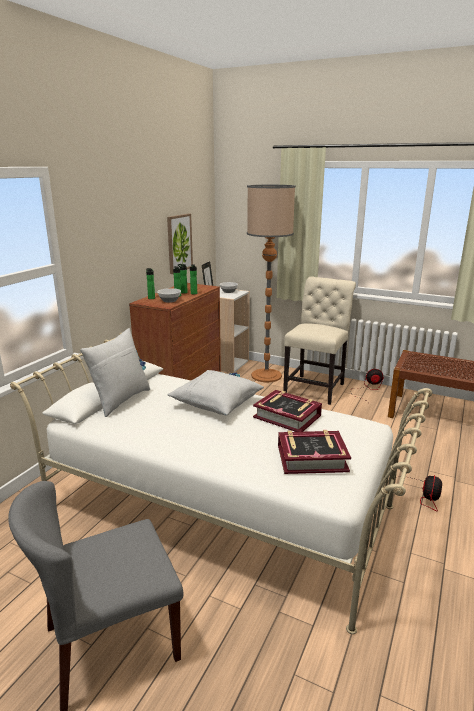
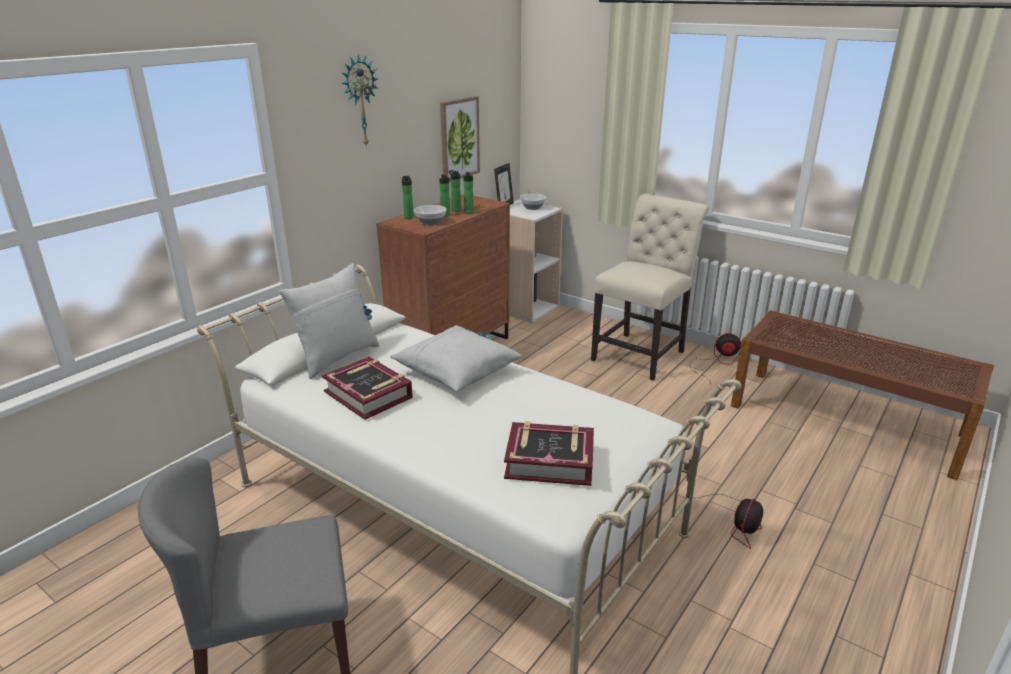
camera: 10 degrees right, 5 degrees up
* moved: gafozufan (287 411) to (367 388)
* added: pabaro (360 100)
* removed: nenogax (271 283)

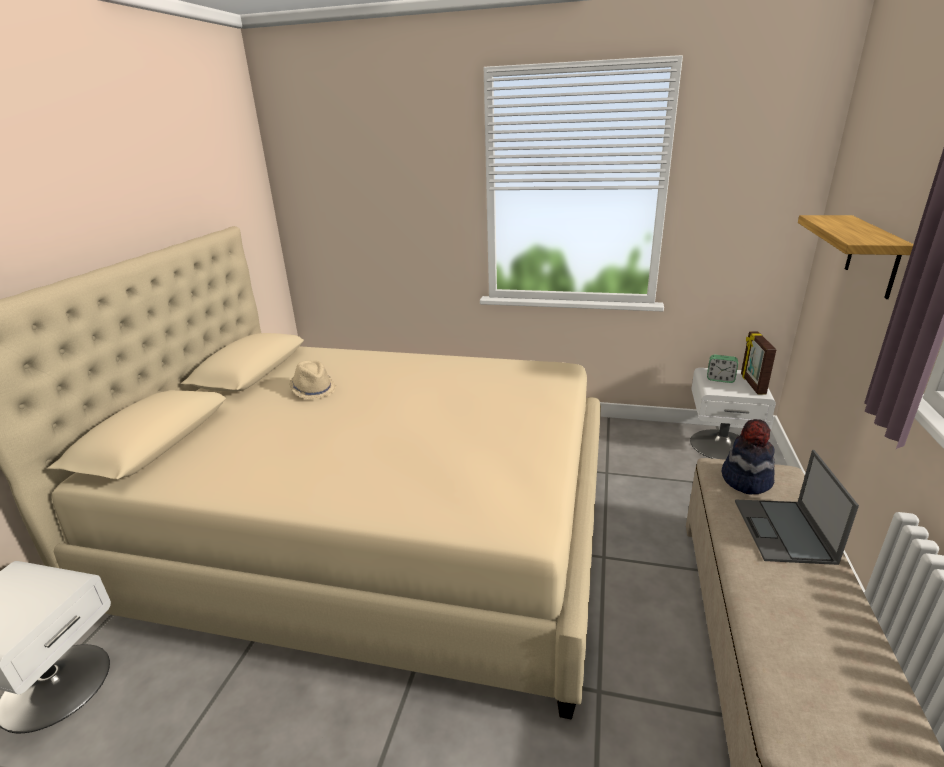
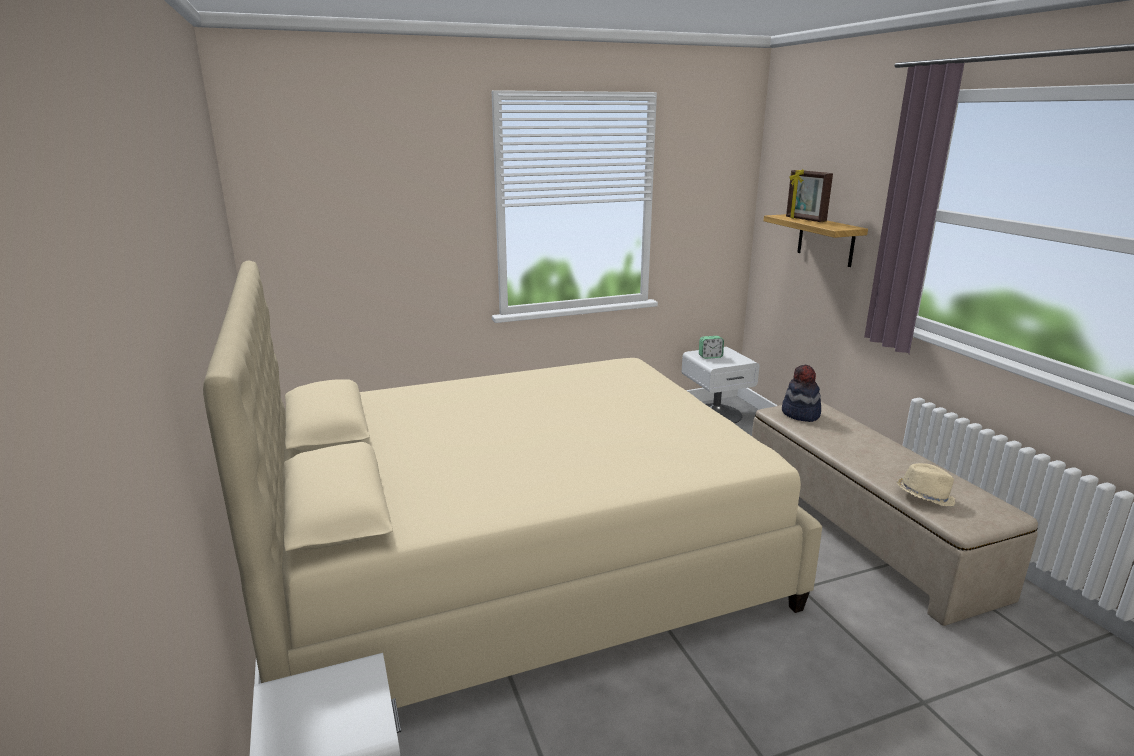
camera: 35 degrees left, 5 degrees down
* moved: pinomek (758 362) to (809 195)
* moved: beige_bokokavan (313 380) to (925 485)
* removed: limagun (797 507)

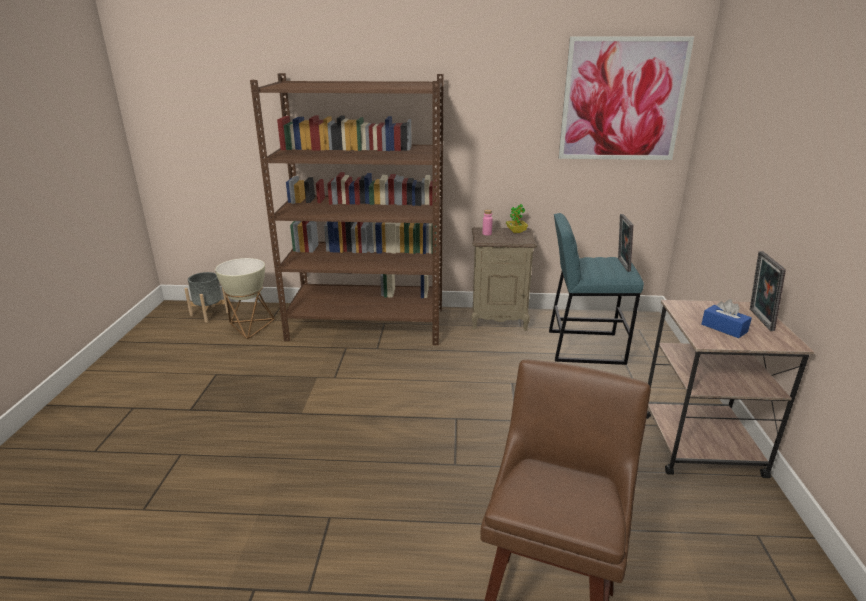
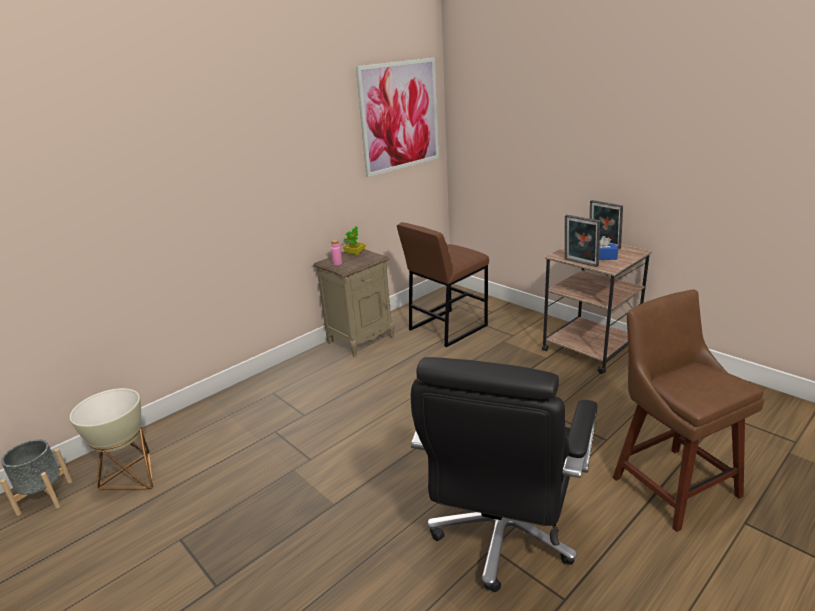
camera: 45 degrees left, 0 degrees up
* recoloured: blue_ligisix (596 289) to brown_ligisix (443 284)
* added: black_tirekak (504 474)
* moved: pinomek (625 243) to (582 241)
* removed: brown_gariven (347 209)

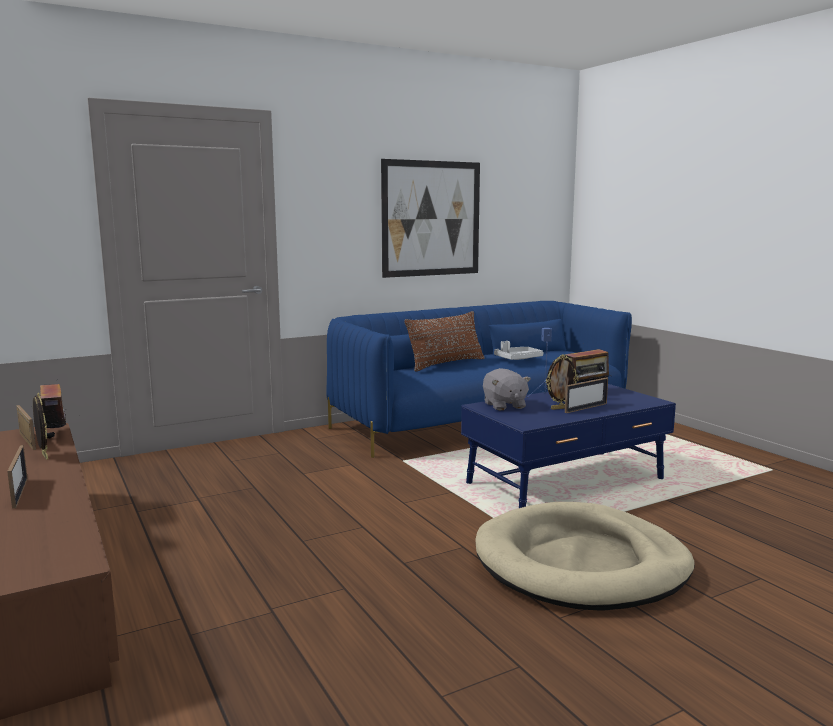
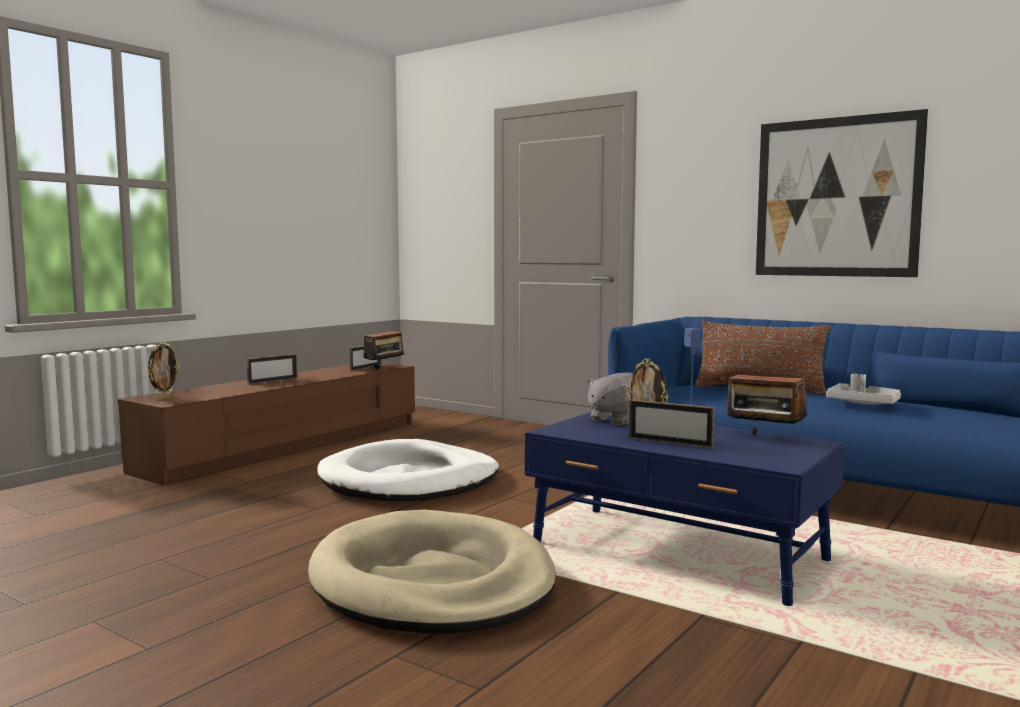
camera: 65 degrees right, 5 degrees down
* moved: pinomek (40 426) to (163 371)
* added: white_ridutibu (408 470)

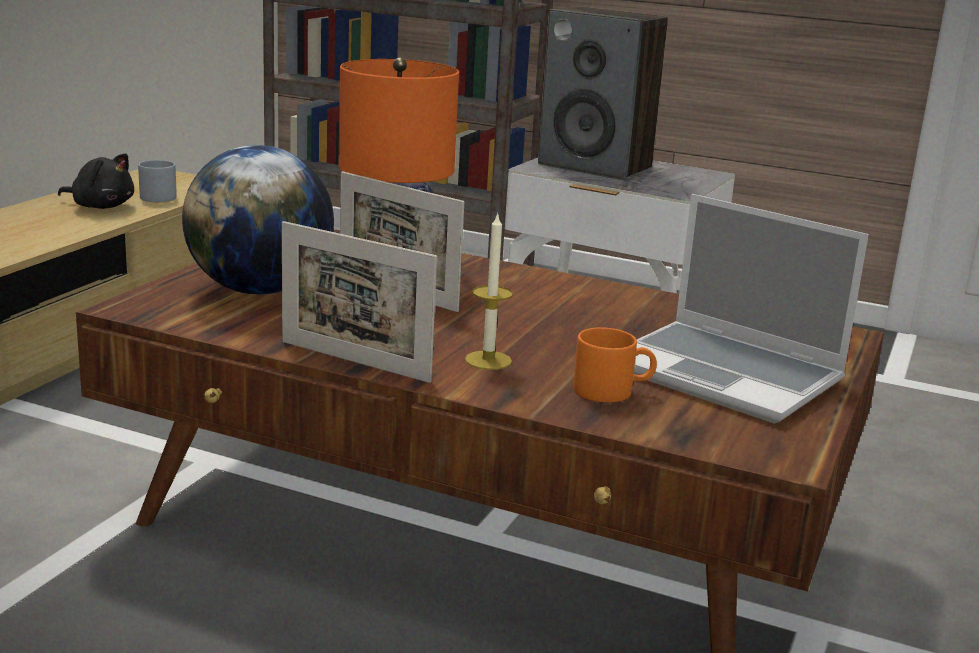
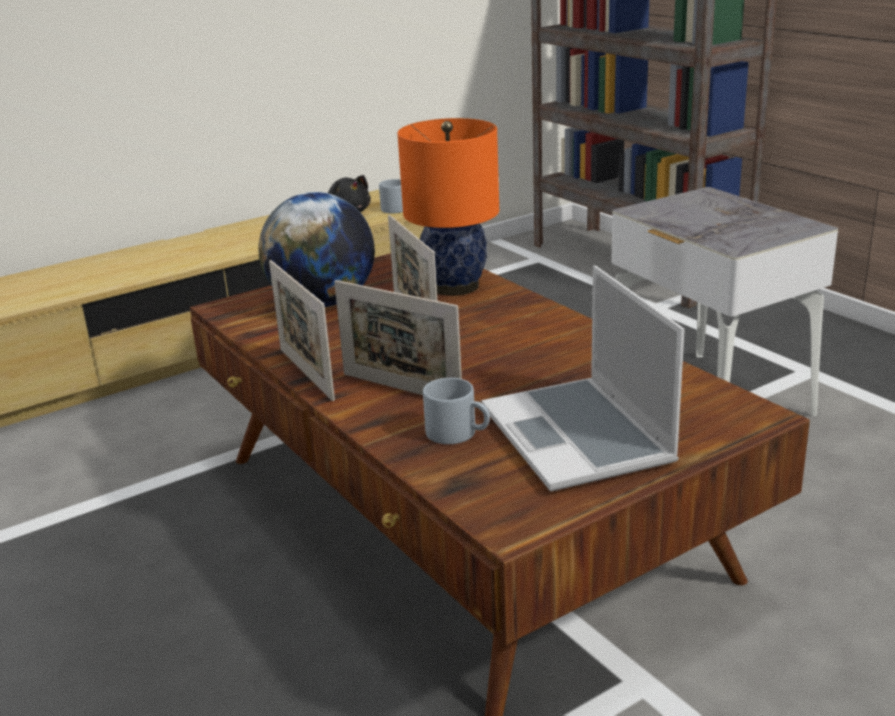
camera: 35 degrees right, 5 degrees up
* replaced: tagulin (489 291) to pinomek (398 337)
* recoloured: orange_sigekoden (615 365) to grey_sigekoden (456 411)
* removed: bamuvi (603 93)

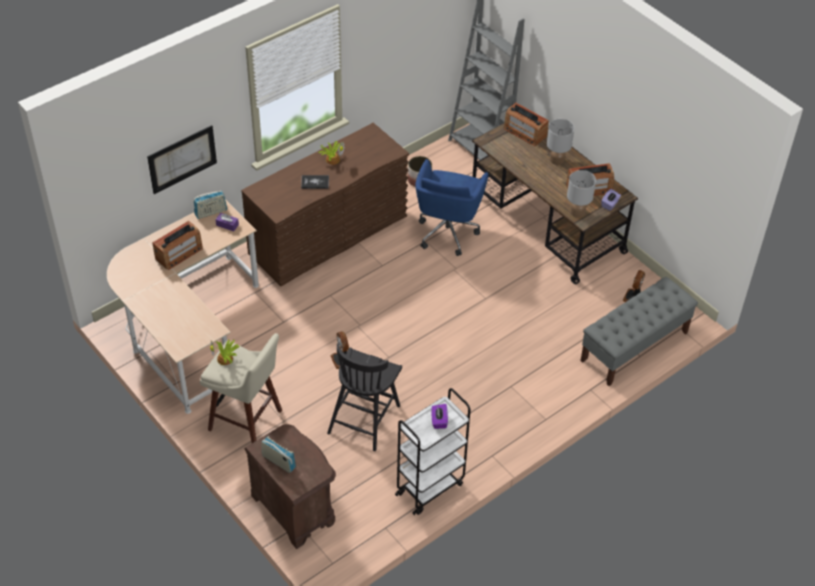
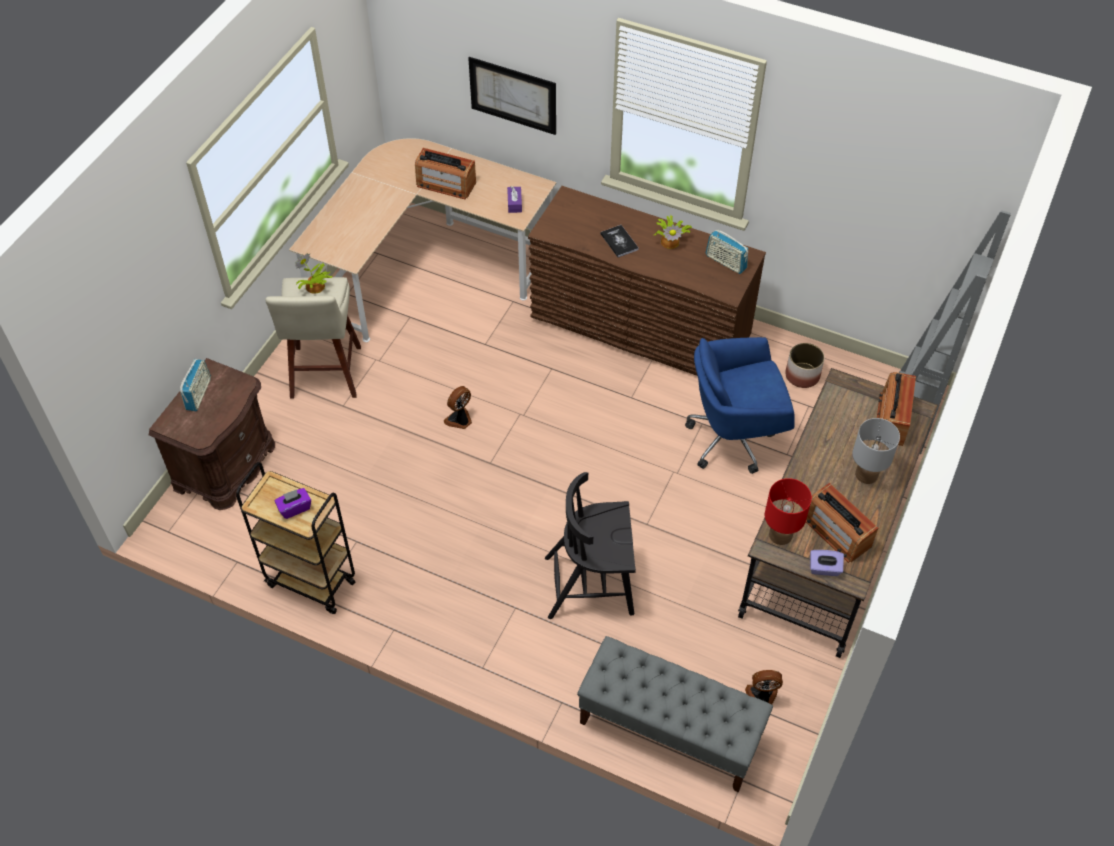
camera: 65 degrees right, 5 degrees up
* recoloured: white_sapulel (433 451) to brown_sapulel (295 538)
* moved: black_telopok (364 397) to (590 545)
* moved: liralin (210 205) to (727 252)
* recoloured: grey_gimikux (581 194) to red_gimikux (788 511)

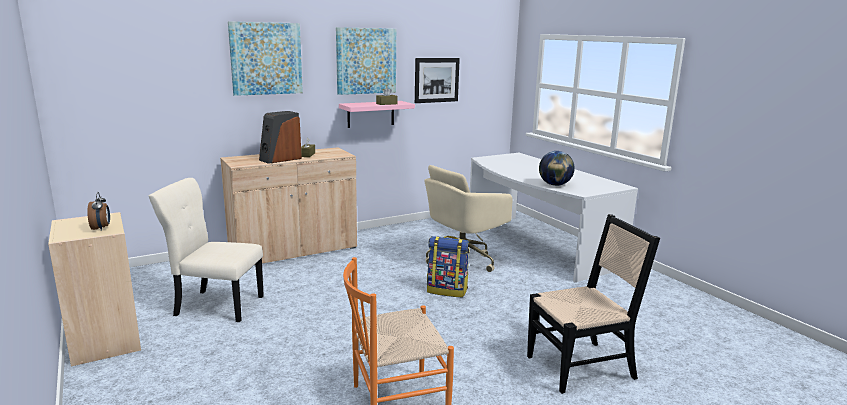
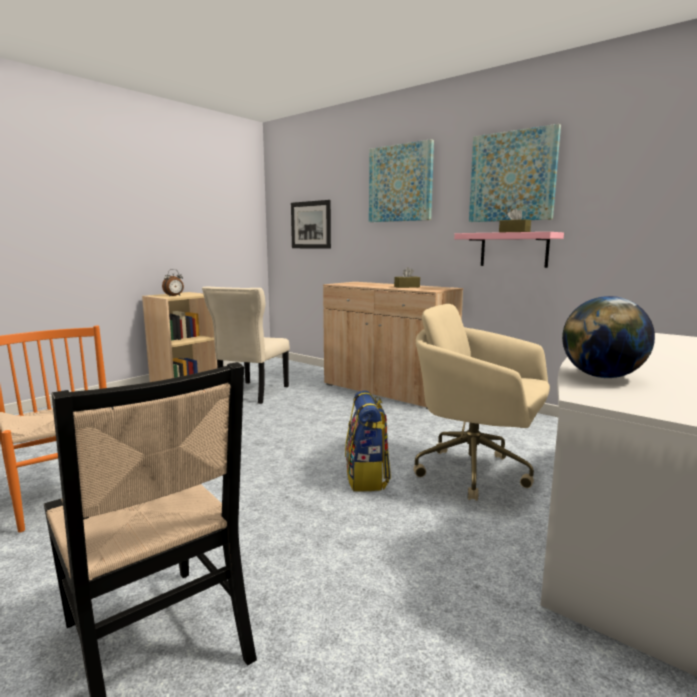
camera: 70 degrees right, 5 degrees down
* turned: beige_telopok (206 250) = (246 345) 150 degrees counterclockwise
* moved: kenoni (437 80) to (311 224)
* removed: bamuvi (280 137)

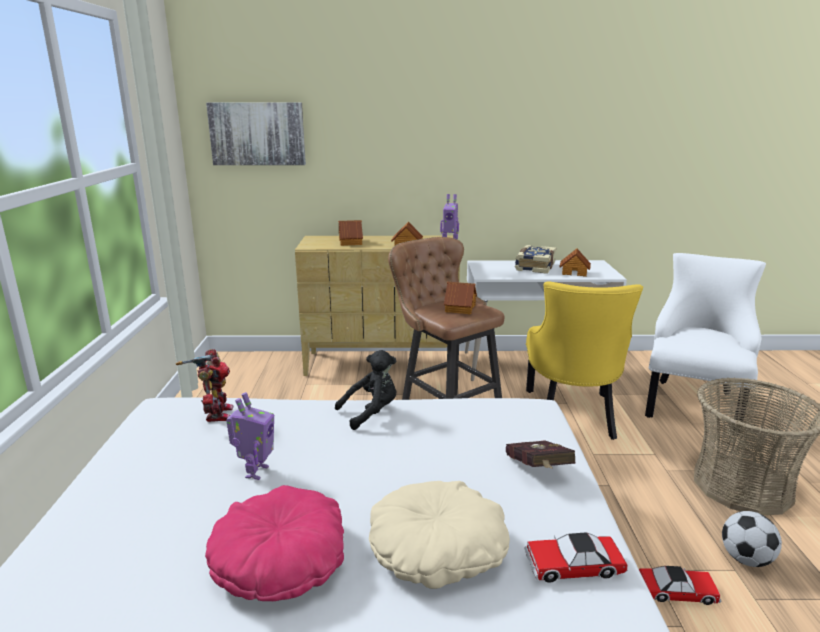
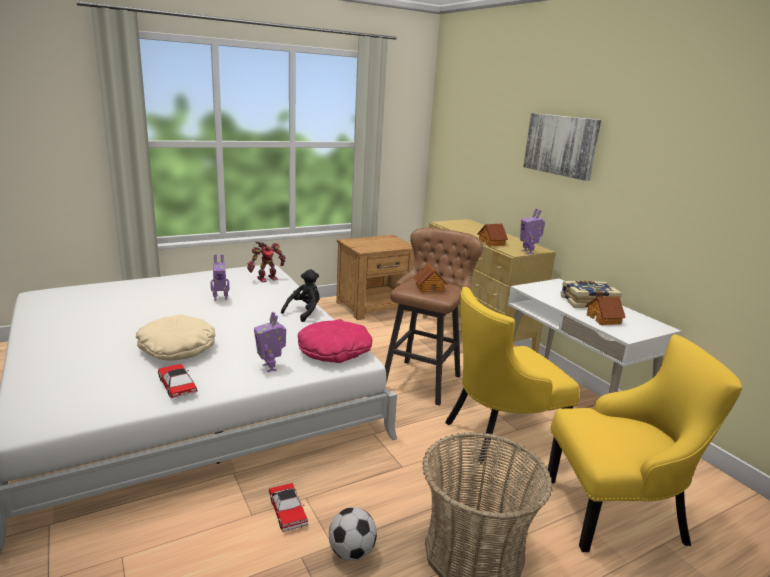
camera: 60 degrees right, 0 degrees up
* replaced: red_gafozufan (541 454) to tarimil (270 342)
* turned: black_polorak (366 390) = (300 295) 90 degrees counterclockwise
* moved: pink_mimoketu (274 543) to (335 341)
* added: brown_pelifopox (375 277)
* moved: kenoni (256 133) to (562 147)
* recoloured: white_telopok (705 344) to yellow_telopok (645 443)
* removed: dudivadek (350 233)

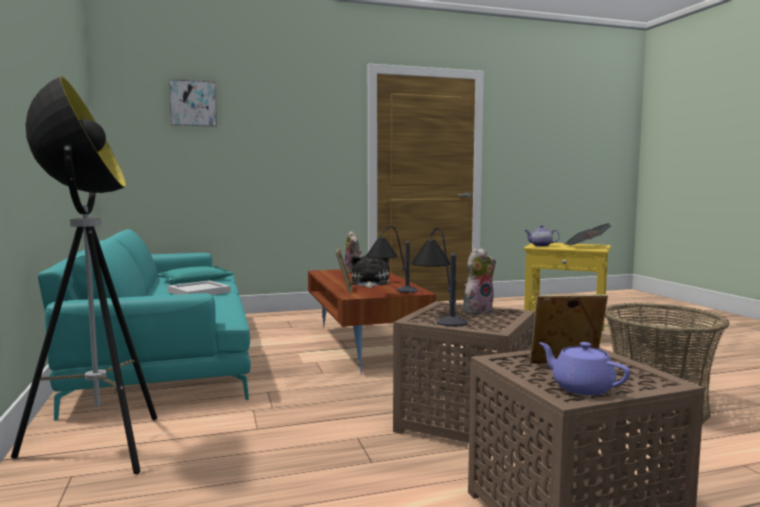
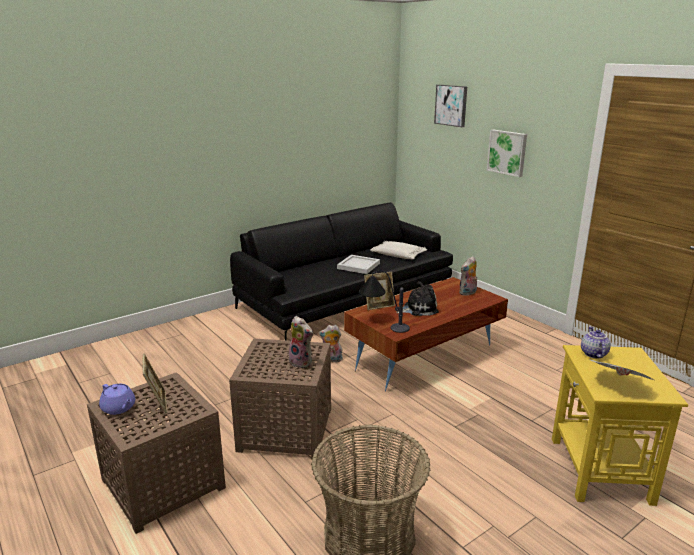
camera: 70 degrees right, 15 degrees up
* turned: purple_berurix (584 368) = (117 399) 105 degrees clockwise
* recoloured: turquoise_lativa (144 325) to black_lativa (341 271)
* added: polorak (331 343)
* recoloured: turquoise_mimoketu (195 274) to white_mimoketu (398 250)
* added: kenoni (507 153)
* removed: nenogax (84 275)
* removed: gimikux (439 277)

